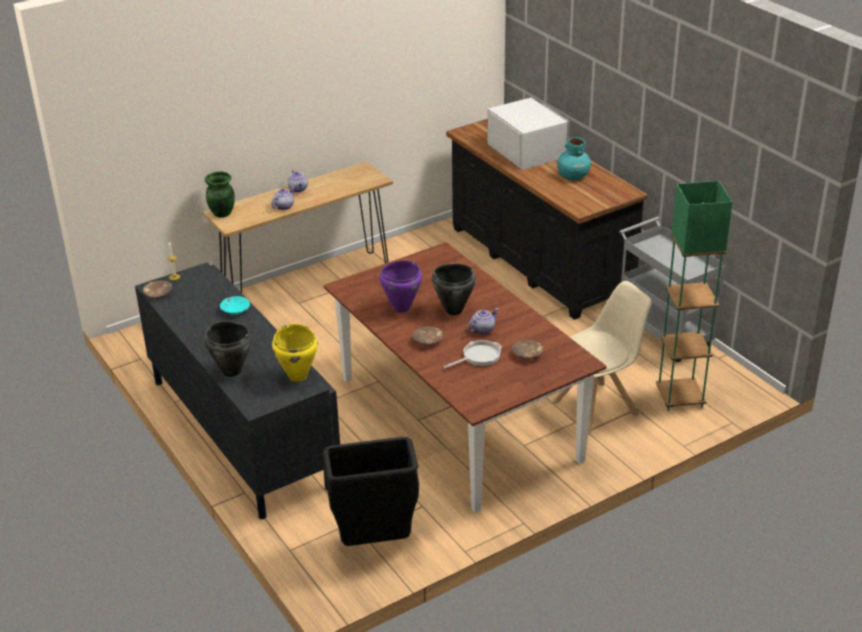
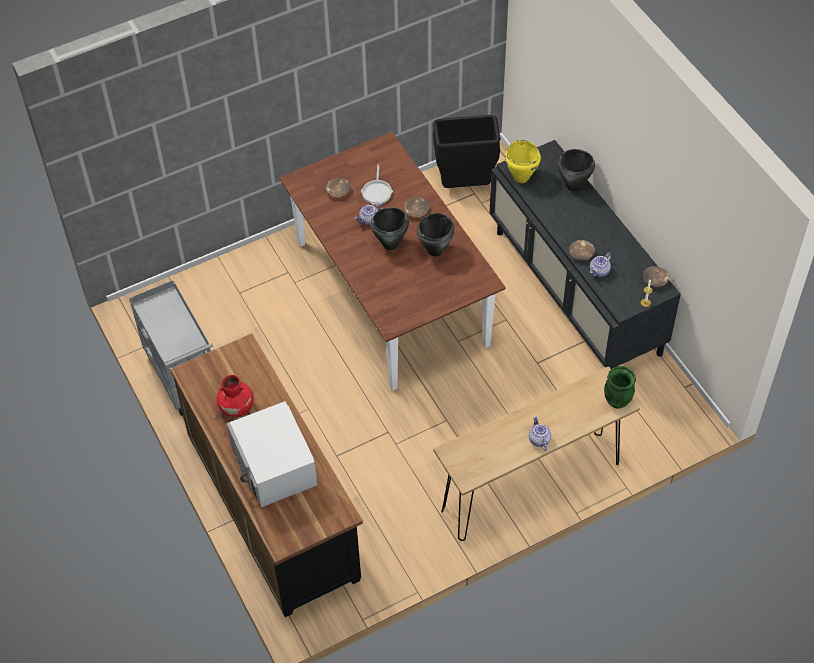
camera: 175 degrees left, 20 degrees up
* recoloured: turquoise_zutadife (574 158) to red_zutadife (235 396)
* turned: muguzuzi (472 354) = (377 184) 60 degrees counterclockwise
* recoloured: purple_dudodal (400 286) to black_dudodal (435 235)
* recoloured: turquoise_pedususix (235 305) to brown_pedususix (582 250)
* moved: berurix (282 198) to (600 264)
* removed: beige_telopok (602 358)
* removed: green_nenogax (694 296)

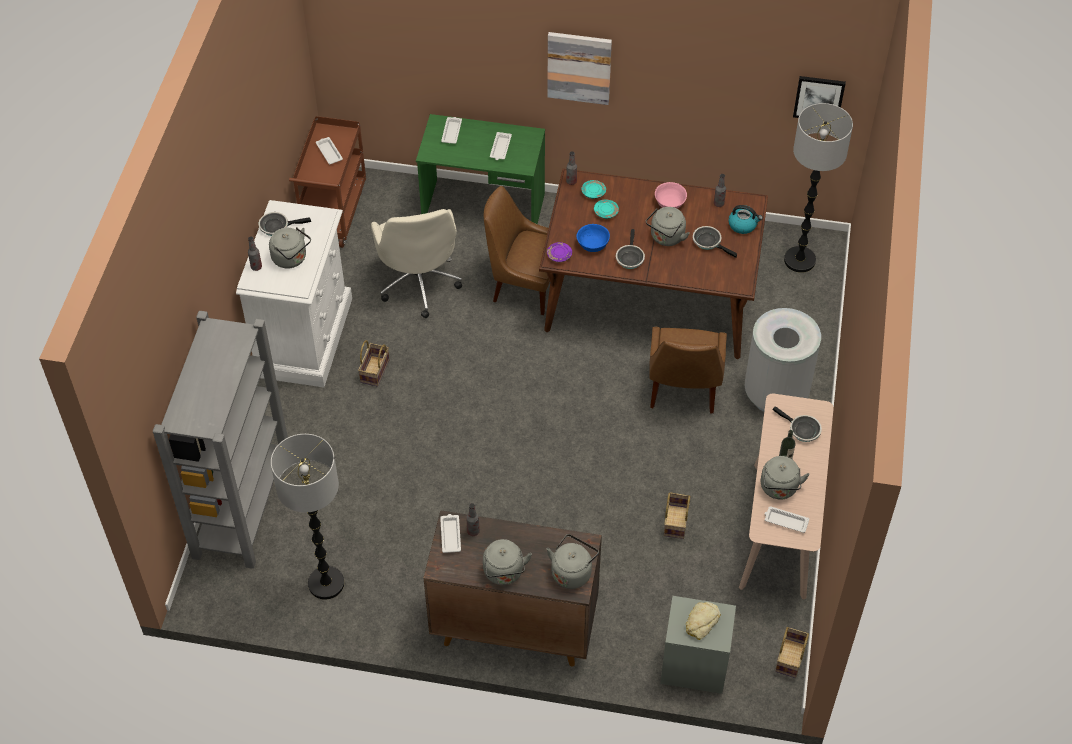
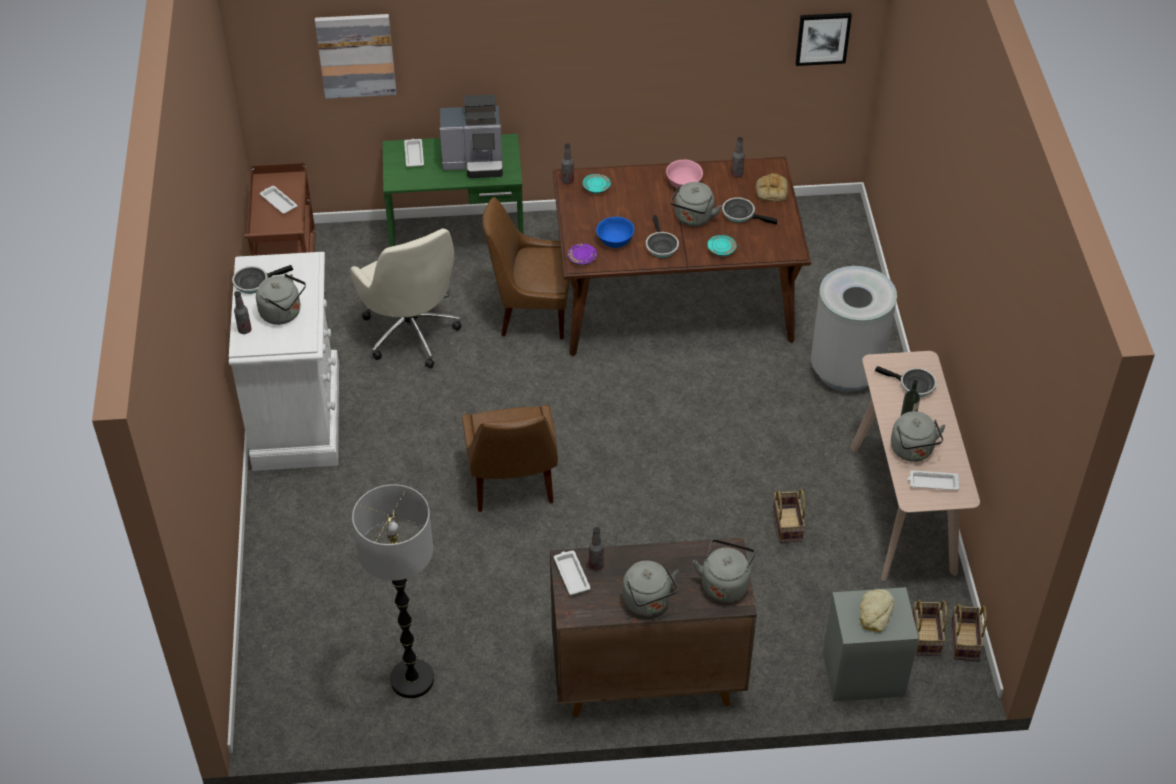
camera: 15 degrees left, 5 degrees down
* moved: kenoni (579 68) to (355 56)
* replaced: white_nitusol (501 146) to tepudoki (471 136)
* moved: brown_telopok (688 370) to (510 458)
* moved: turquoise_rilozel (606 209) to (722 246)
* replaced: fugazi (745 219) to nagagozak (772 187)
* moved: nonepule (373 363) to (930 628)
* removed: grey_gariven (220 440)
* removed: nenogax (818 188)

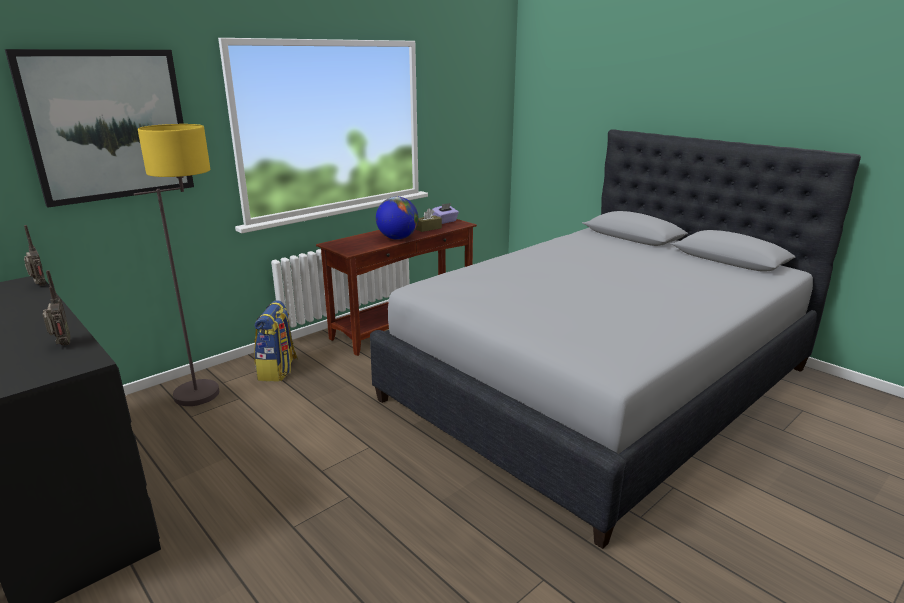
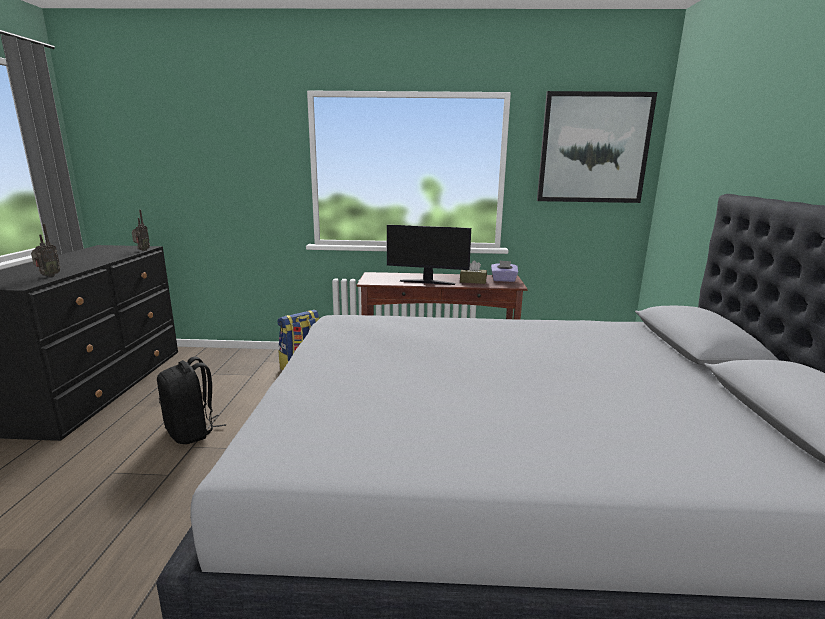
camera: 45 degrees right, 5 degrees down
* added: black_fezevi (191 400)
* replaced: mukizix (397 218) to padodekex (429 255)
* moved: kenoni (99 128) to (597 147)
* removed: yellow_nenogax (176 265)

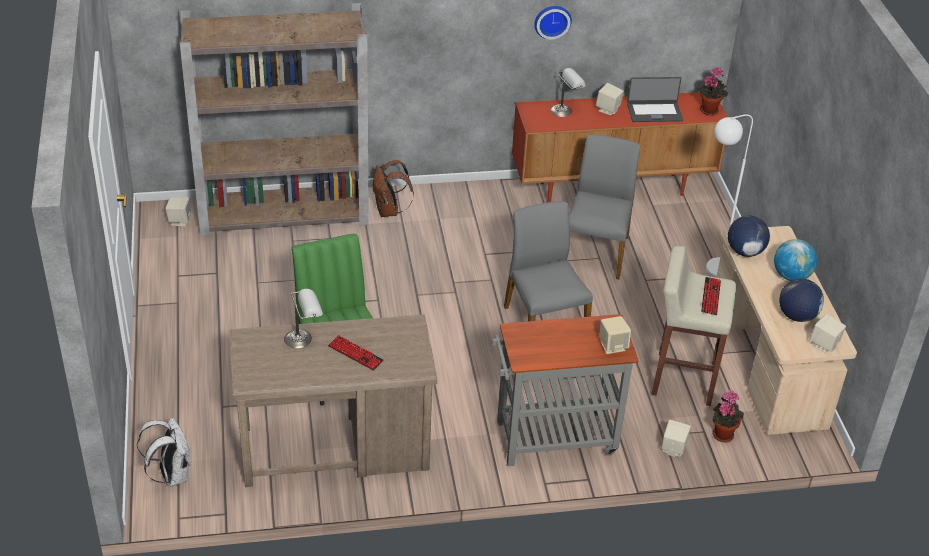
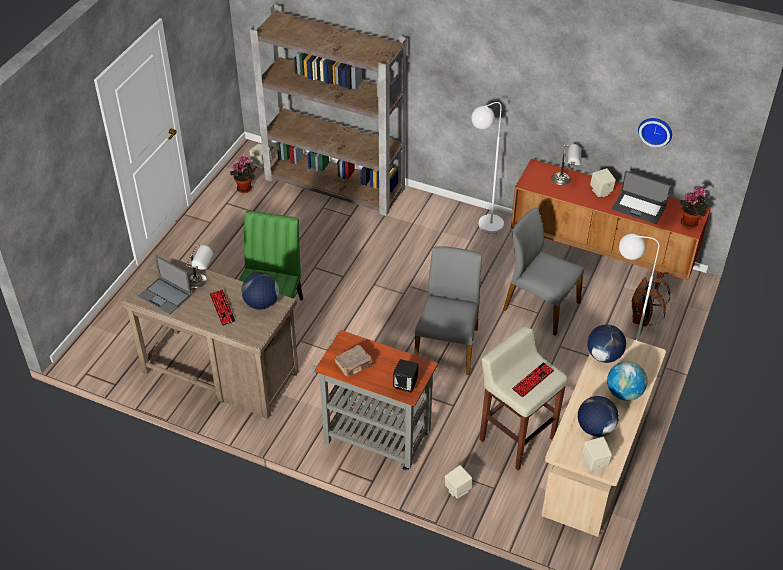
camera: 35 degrees right, 5 degrees up
* added: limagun (165 284)
* moved: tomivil (728 416) to (242 174)
* added: mukizix (260 291)
* added: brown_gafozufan (354 361)
* recoloured: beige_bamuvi (615 335) to black_bamuvi (406 376)
* added: white_nenogax (487 168)
* turned: grey_telopok (604 207) = (543 272) 105 degrees counterclockwise
* moved: brown_fezevi (393 188) to (651 301)
* moved: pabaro (553 22) to (655 132)
* removed: white_fezevi (164 452)

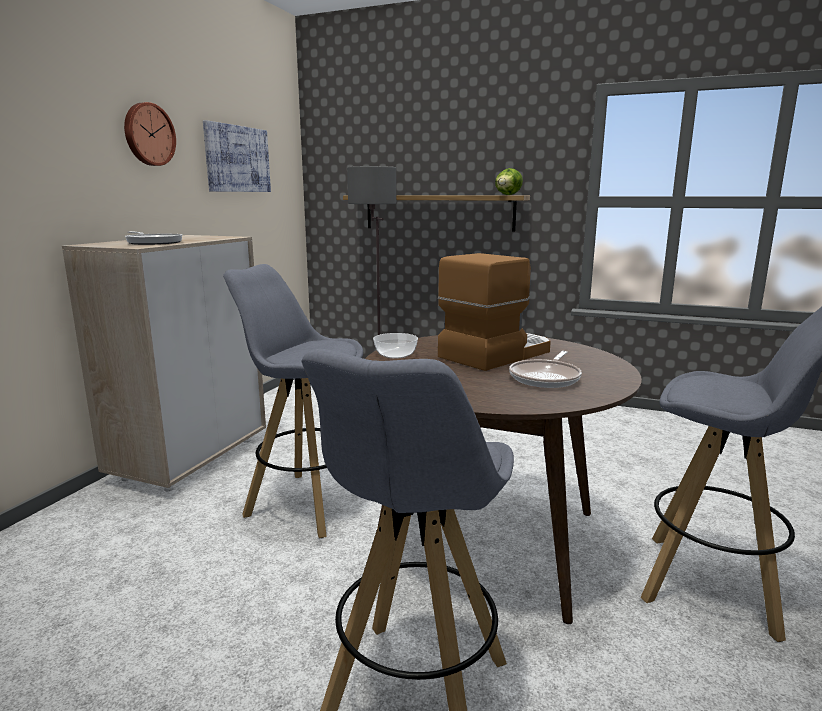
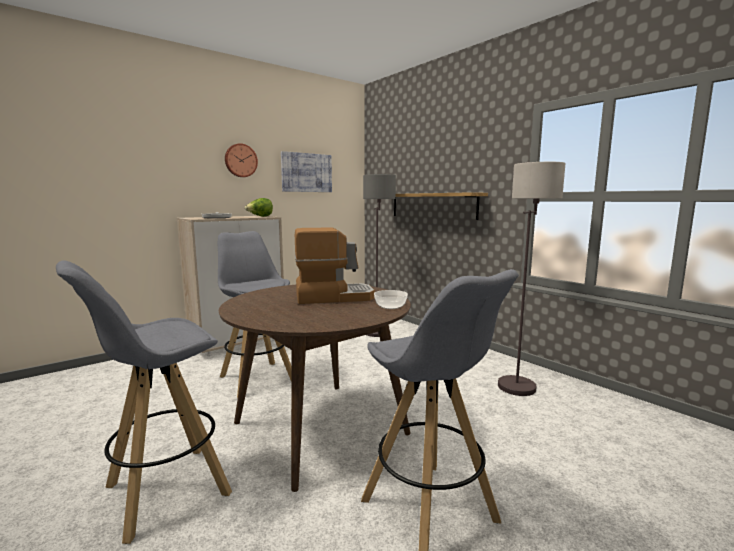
camera: 30 degrees right, 5 degrees down
* moved: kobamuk (509 181) to (259 207)
* moved: pedususix (395 346) to (391 299)
* added: grey_nenogax (531 279)
* removed: muguzuzi (545 369)

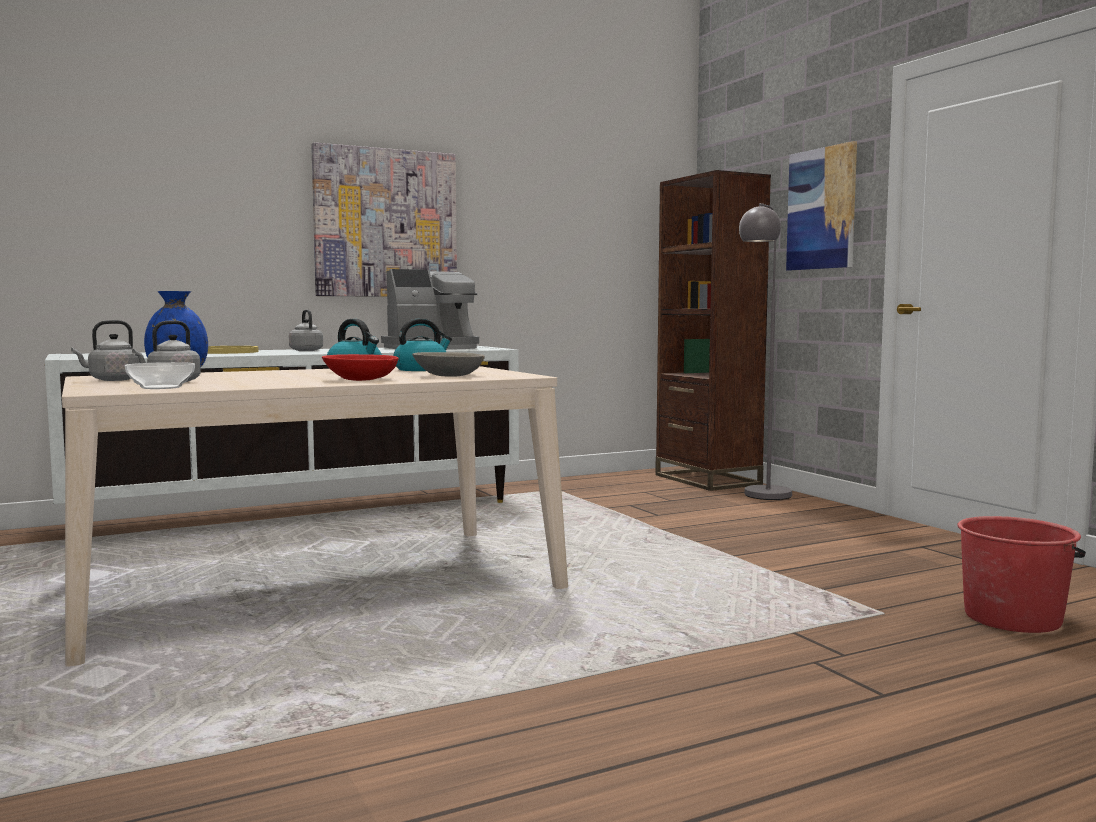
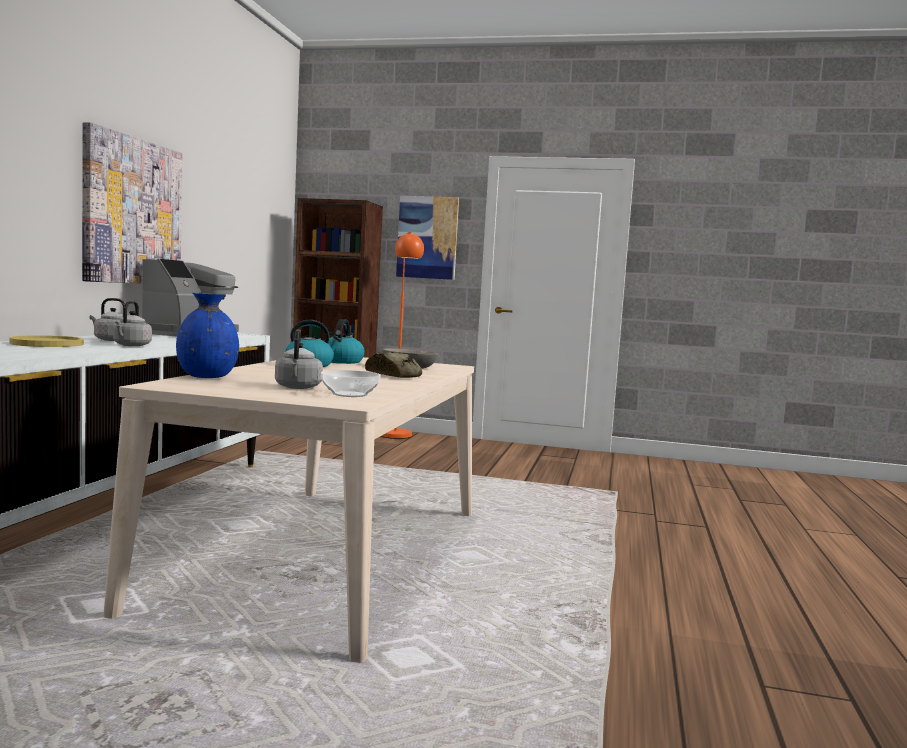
camera: 50 degrees left, 0 degrees up
* moved: grey_fugazi (105 350) to (132 323)
* replaced: red_pedususix (360 367) to nagagozak (393 365)
* recoloured: grey_nenogax (765 351) to orange_nenogax (402 335)
* removed: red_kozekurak (1021 574)

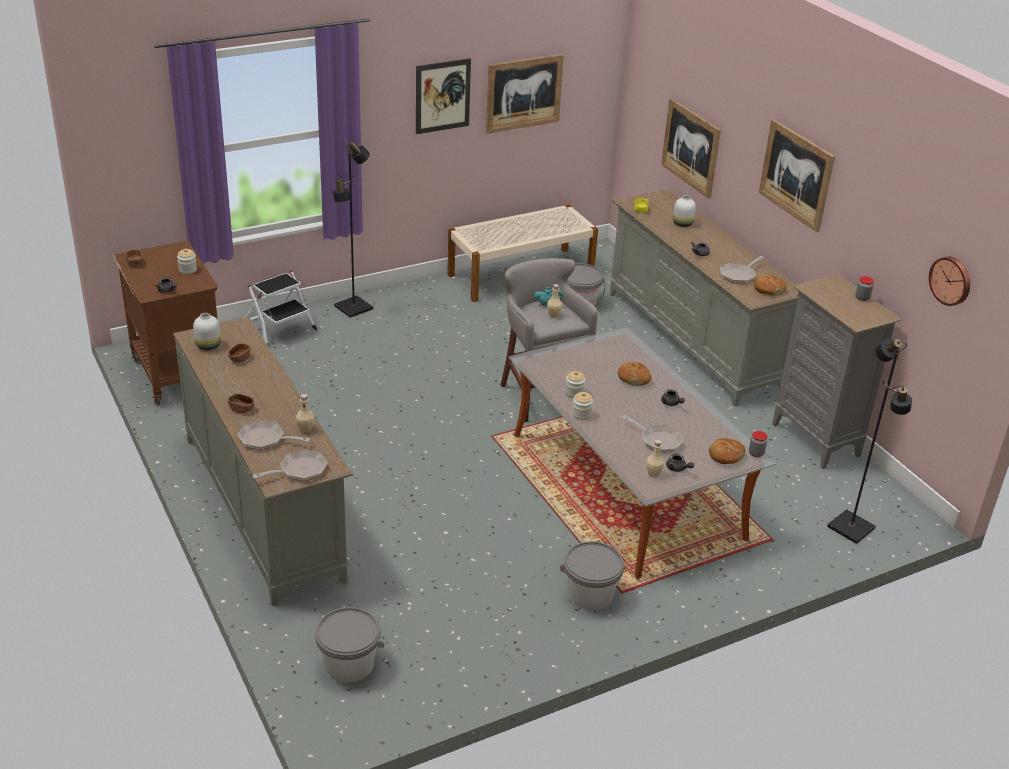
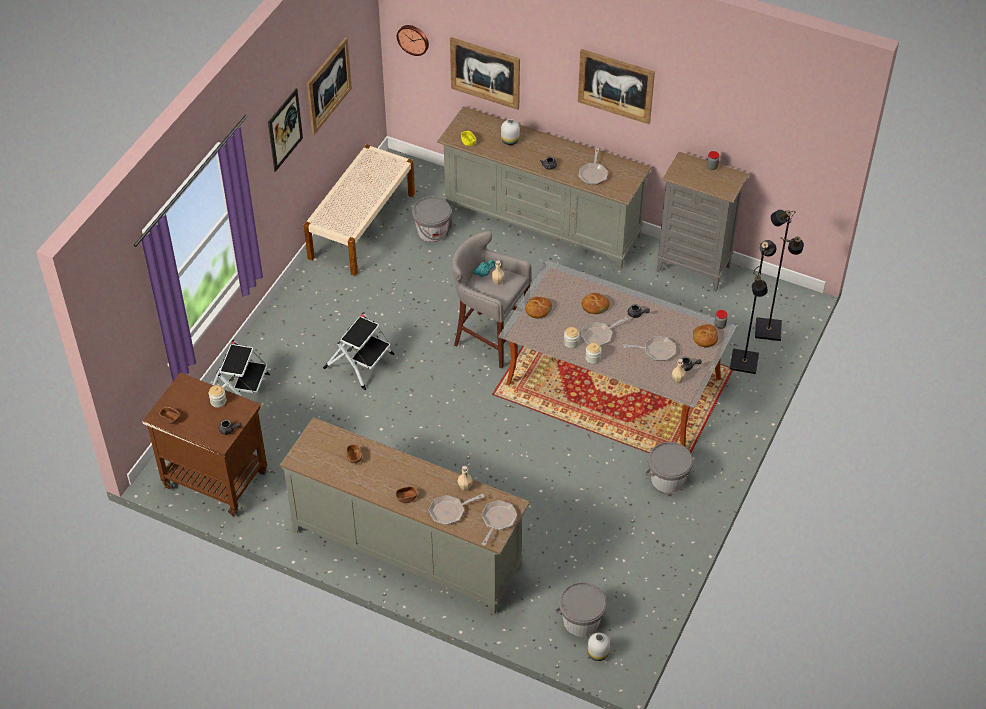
camera: 35 degrees left, 15 degrees up
* added: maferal (358 351)
* moved: pabaro (949 281) to (413 40)
* moved: nagagozak (770 284) to (538 307)
* added: muguzuzi (604 331)
* moved: white_zutadife (207 331) to (599 647)
* moved: black_nenogax (353 229) to (753 307)

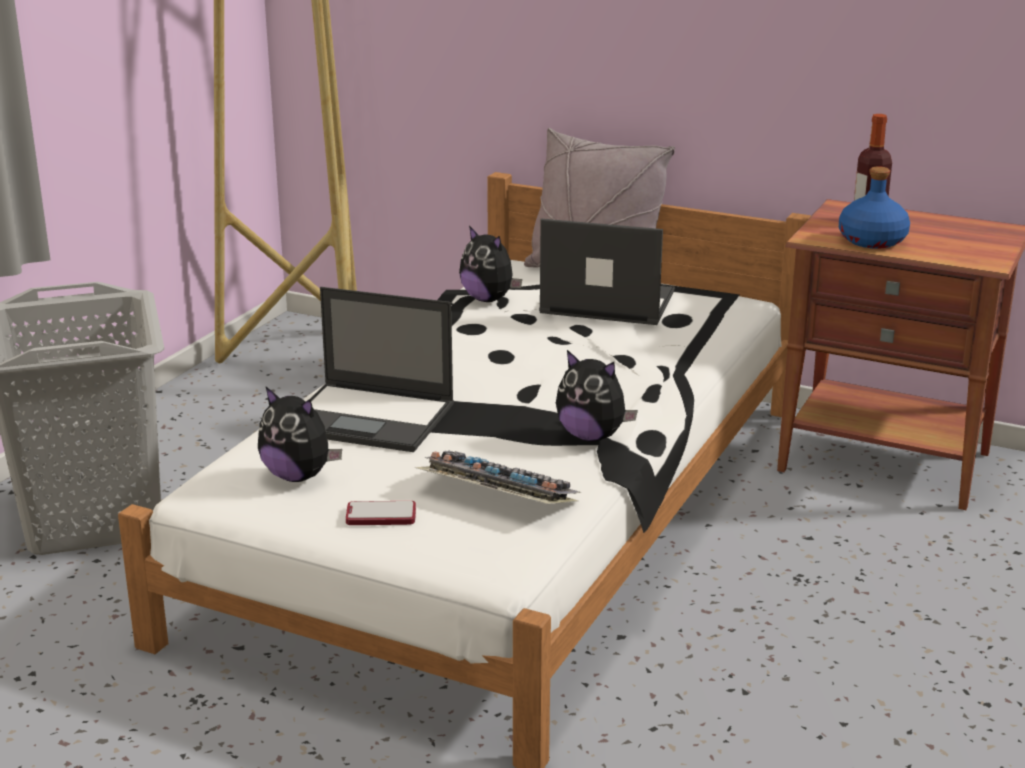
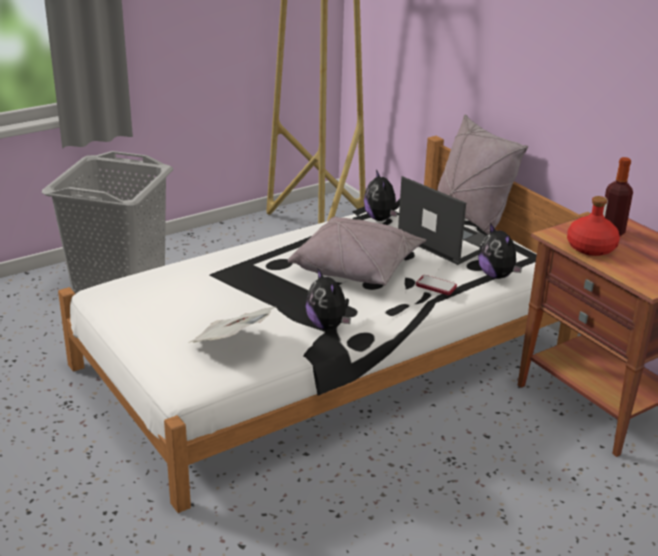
camera: 30 degrees right, 5 degrees up
* replaced: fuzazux (498 477) to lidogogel (232 324)
* added: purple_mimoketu (357 251)
* moved: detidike (381 513) to (436 285)
* moved: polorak (300 434) to (500 251)
* recoloured: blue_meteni (874 207) to red_meteni (593 226)
* removed: limagun (382 369)

